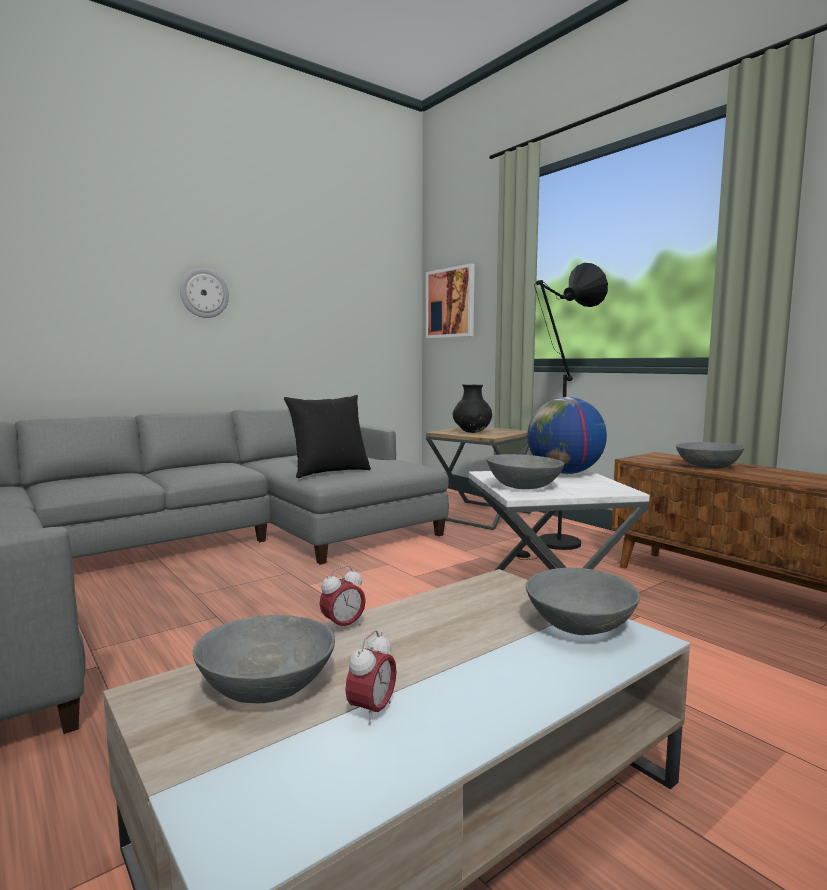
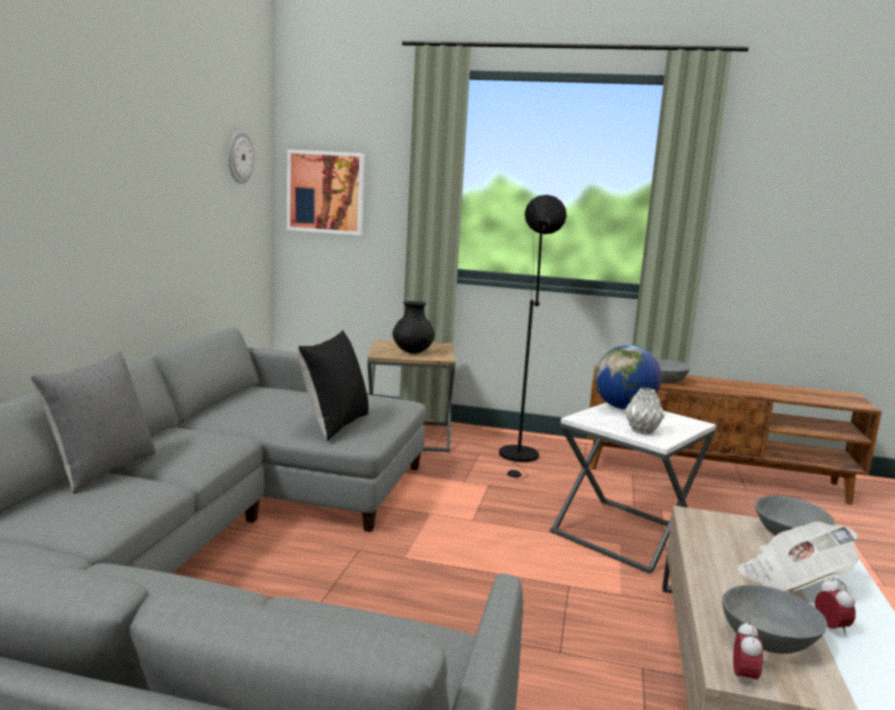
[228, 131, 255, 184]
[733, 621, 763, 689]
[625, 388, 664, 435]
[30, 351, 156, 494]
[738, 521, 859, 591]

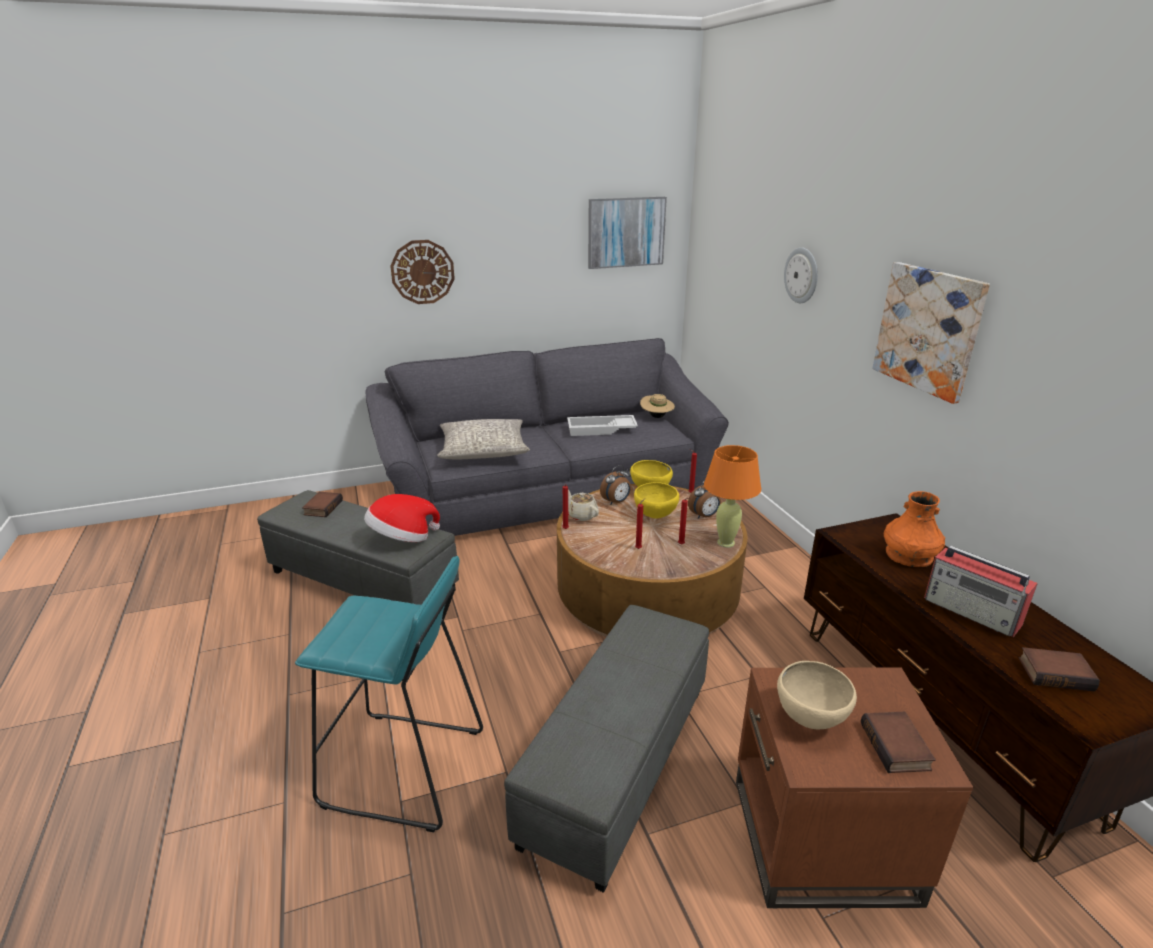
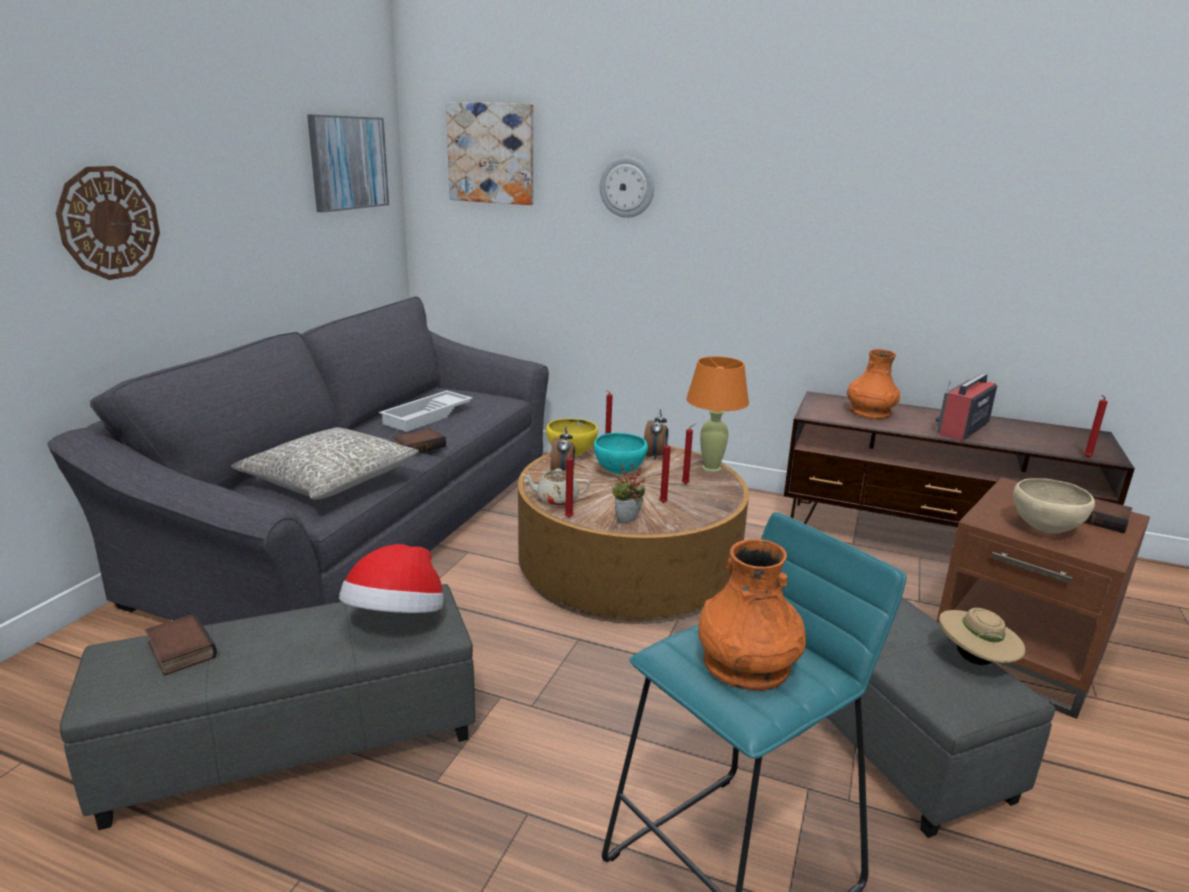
[594, 433, 648, 474]
[939, 608, 1025, 665]
[446, 102, 533, 205]
[936, 373, 997, 441]
[393, 428, 446, 454]
[612, 464, 645, 523]
[698, 539, 806, 691]
[1084, 395, 1108, 457]

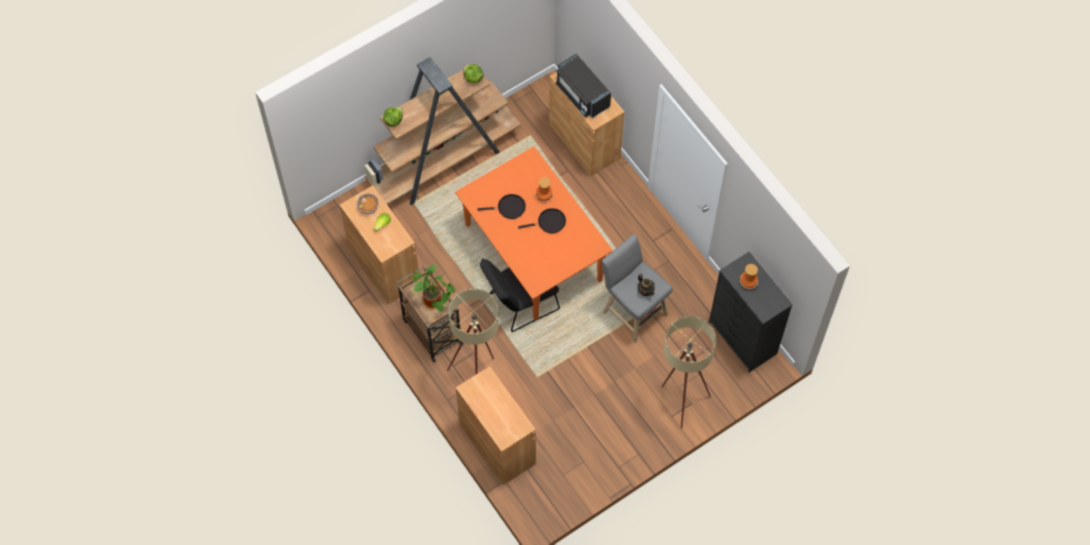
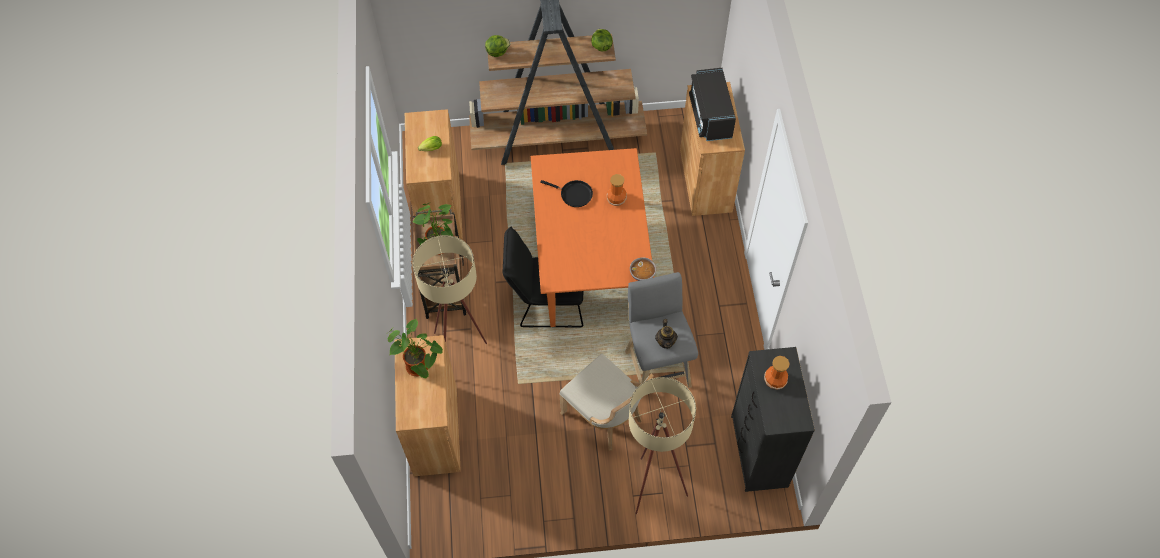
[630, 257, 656, 281]
[518, 208, 566, 233] (first image)
[388, 319, 443, 379]
[559, 354, 654, 451]

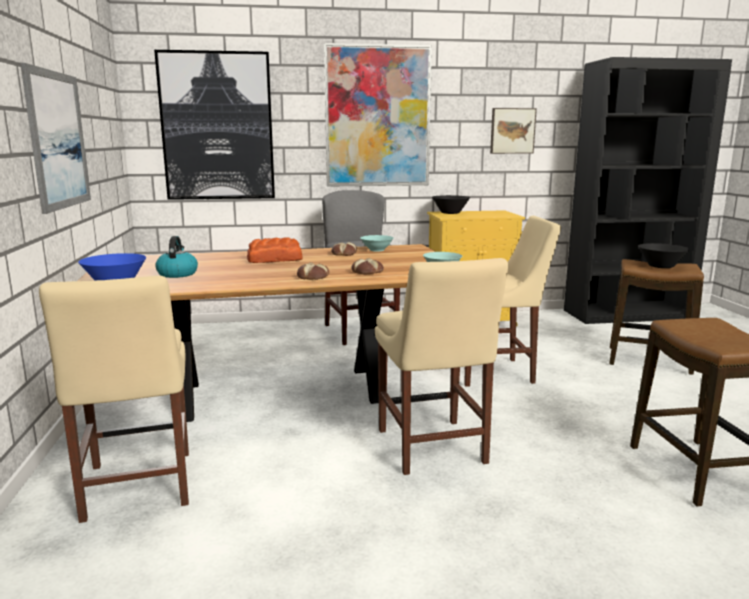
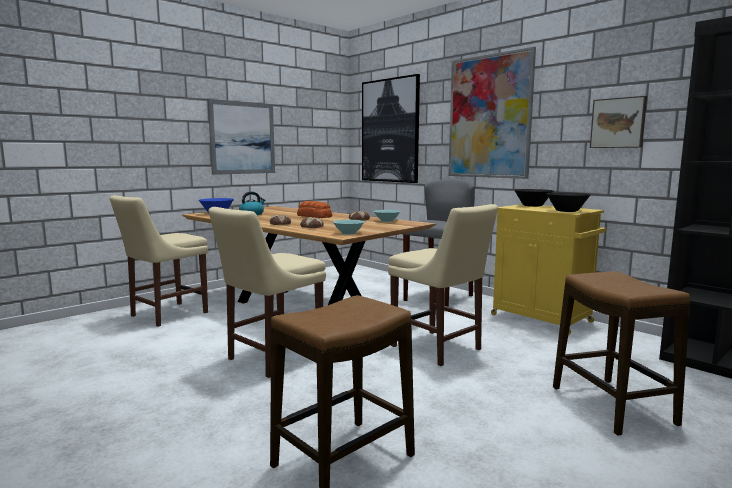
[546, 192, 591, 212]

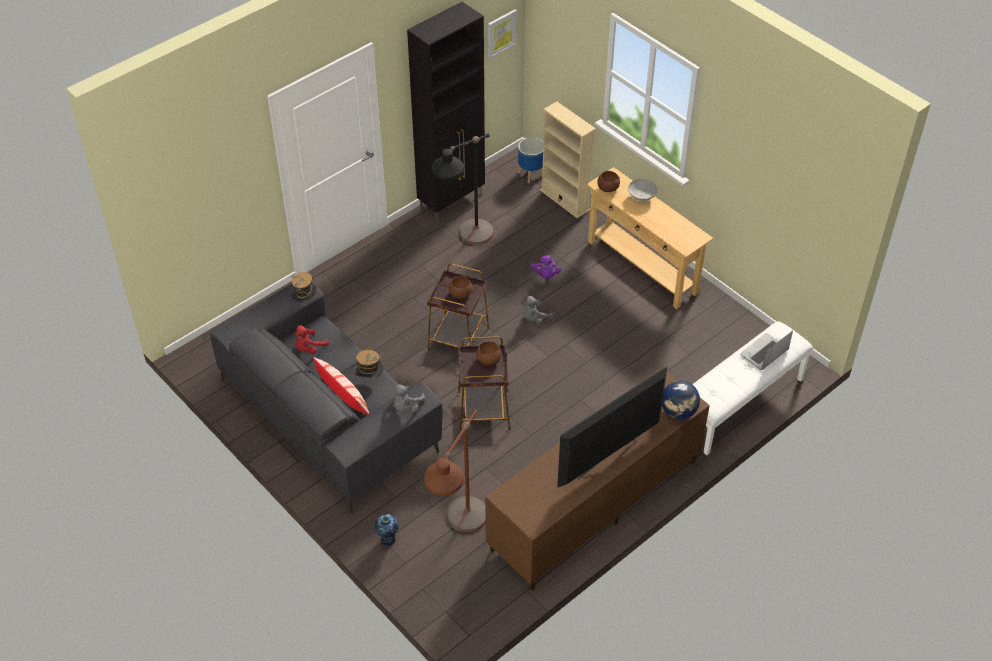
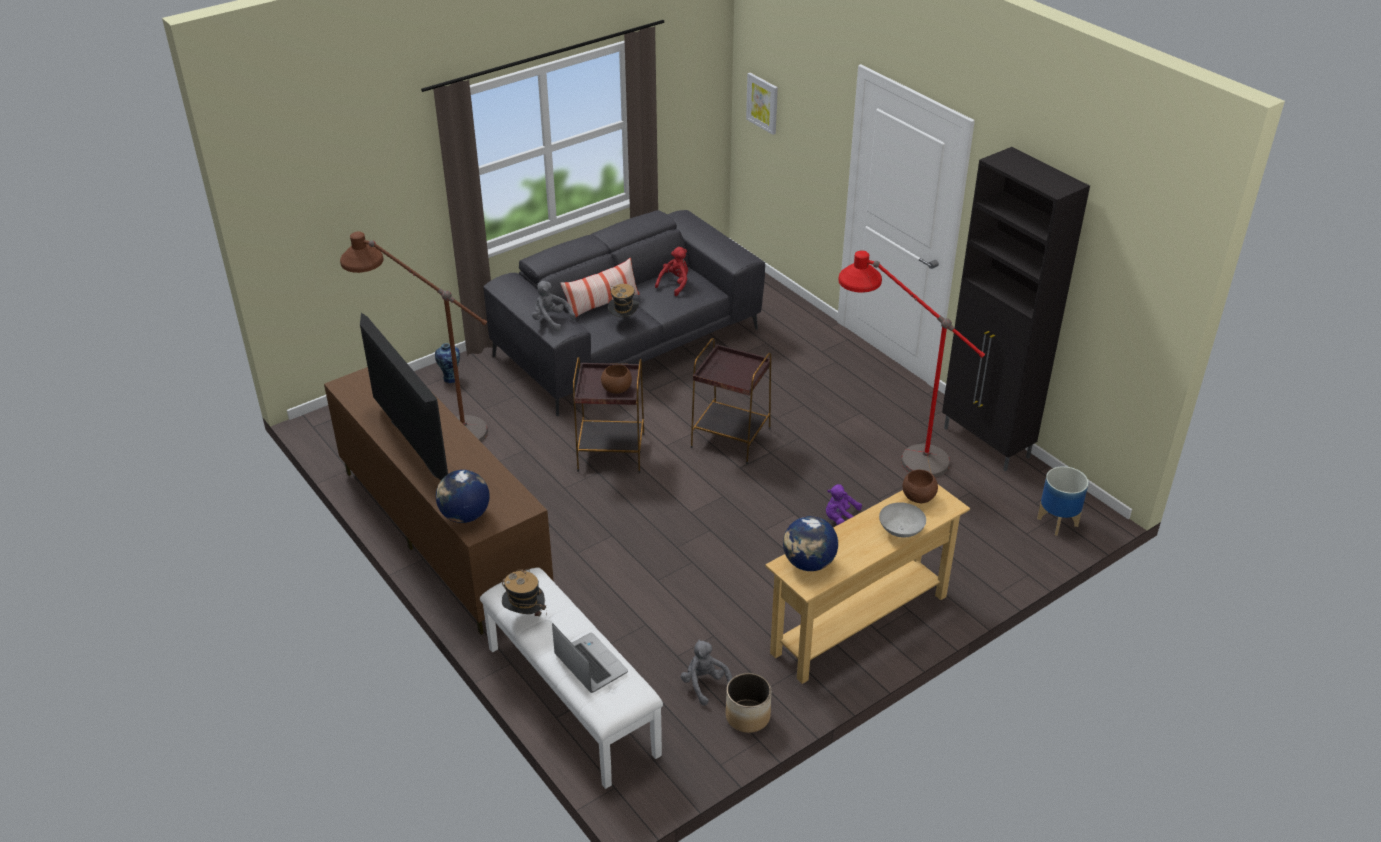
[502, 568, 547, 617]
[655, 247, 688, 296]
[838, 250, 985, 477]
[449, 276, 472, 299] (first image)
[746, 73, 778, 135]
[681, 640, 732, 706]
[541, 101, 596, 218] (first image)
[726, 673, 771, 733]
[783, 516, 838, 571]

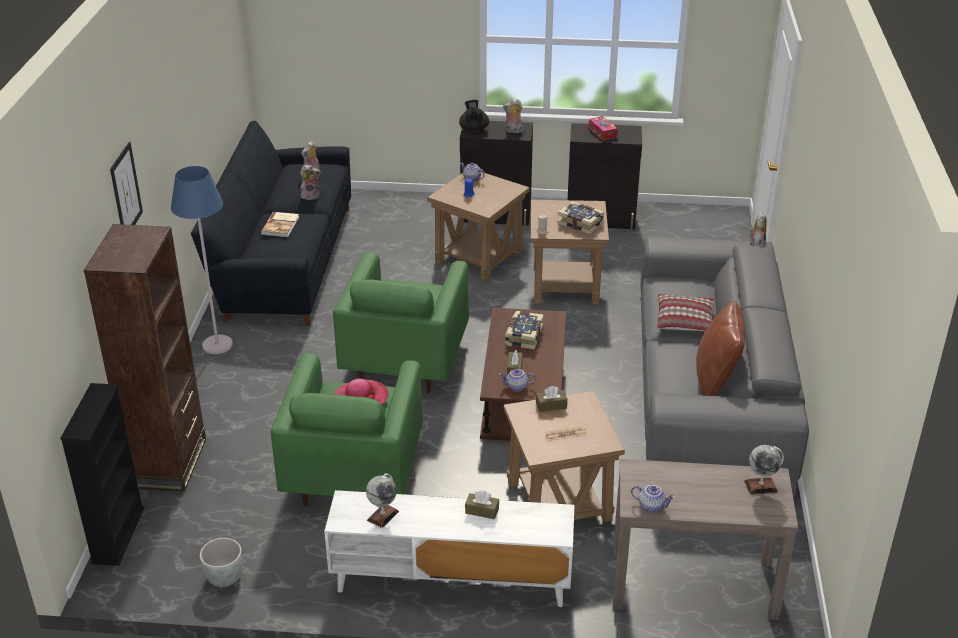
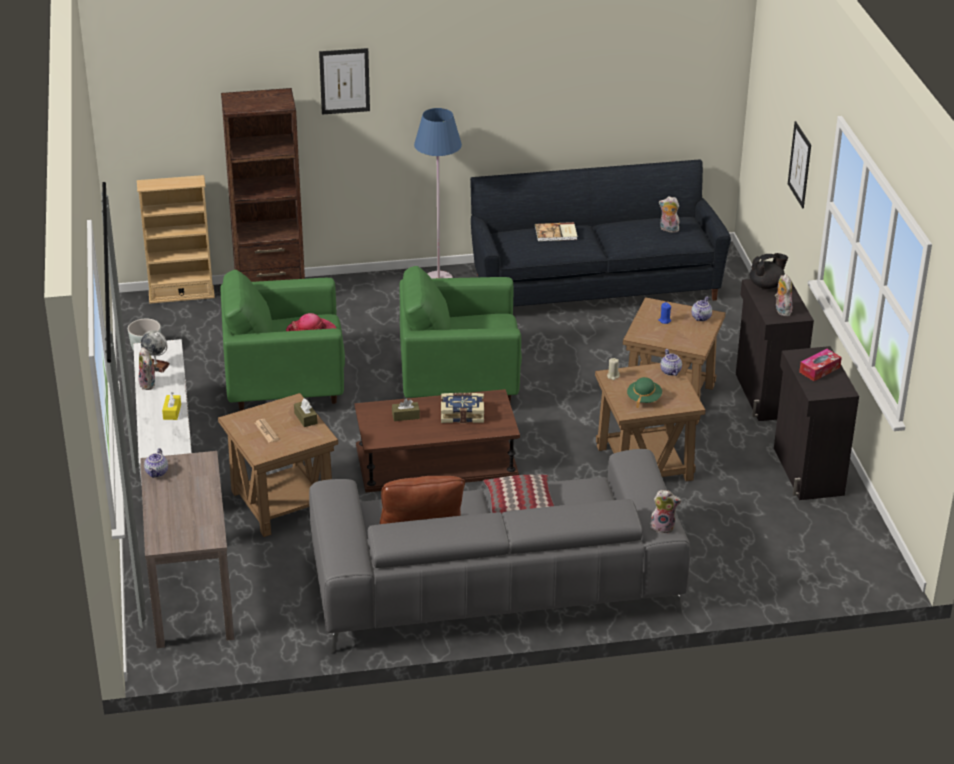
[137, 175, 215, 304]
[138, 347, 157, 390]
[162, 392, 181, 420]
[660, 349, 682, 376]
[627, 377, 662, 408]
[744, 445, 784, 494] (first image)
[788, 121, 811, 208]

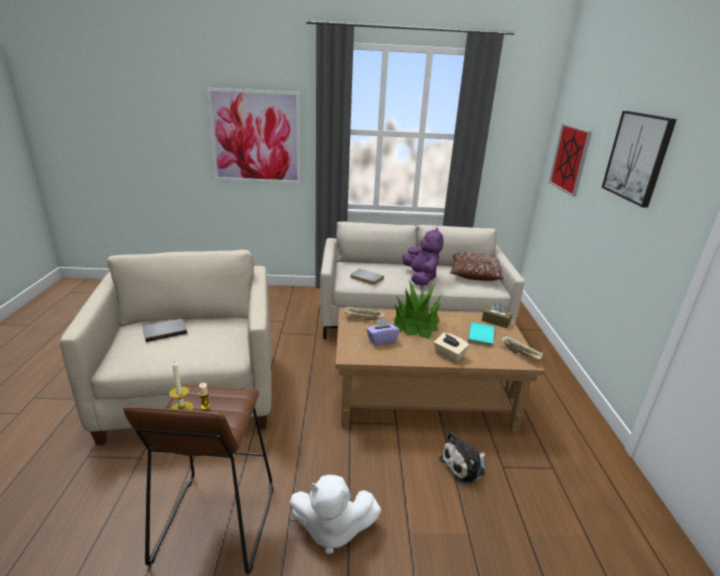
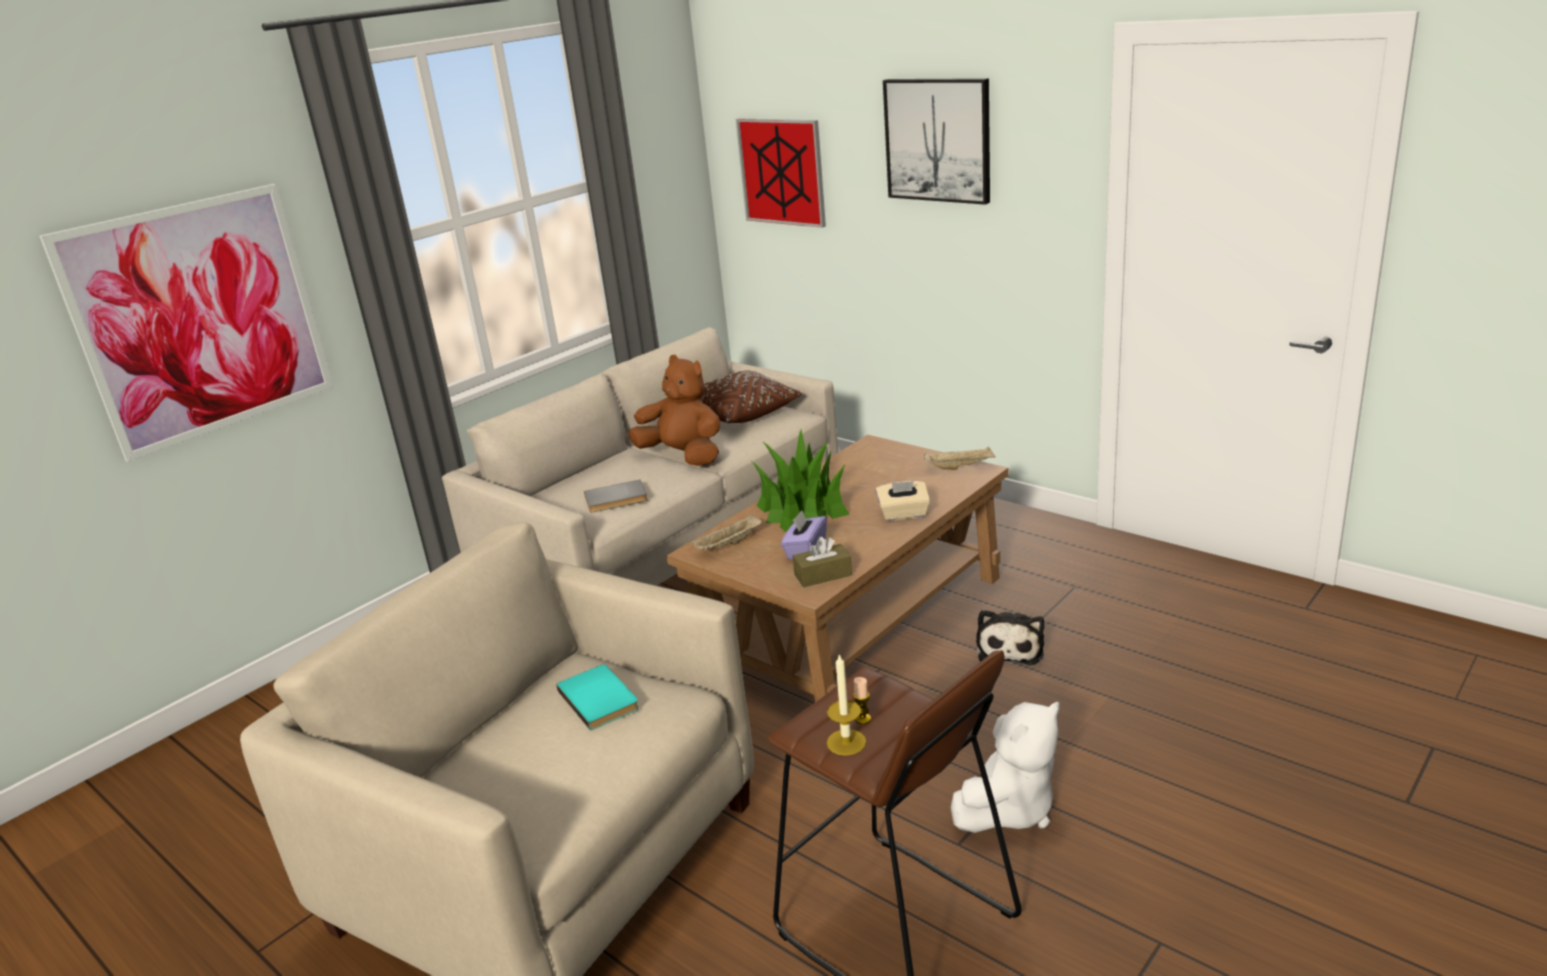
[142, 319, 187, 342] (first image)
[628, 355, 720, 466]
[556, 664, 639, 731]
[793, 537, 852, 587]

